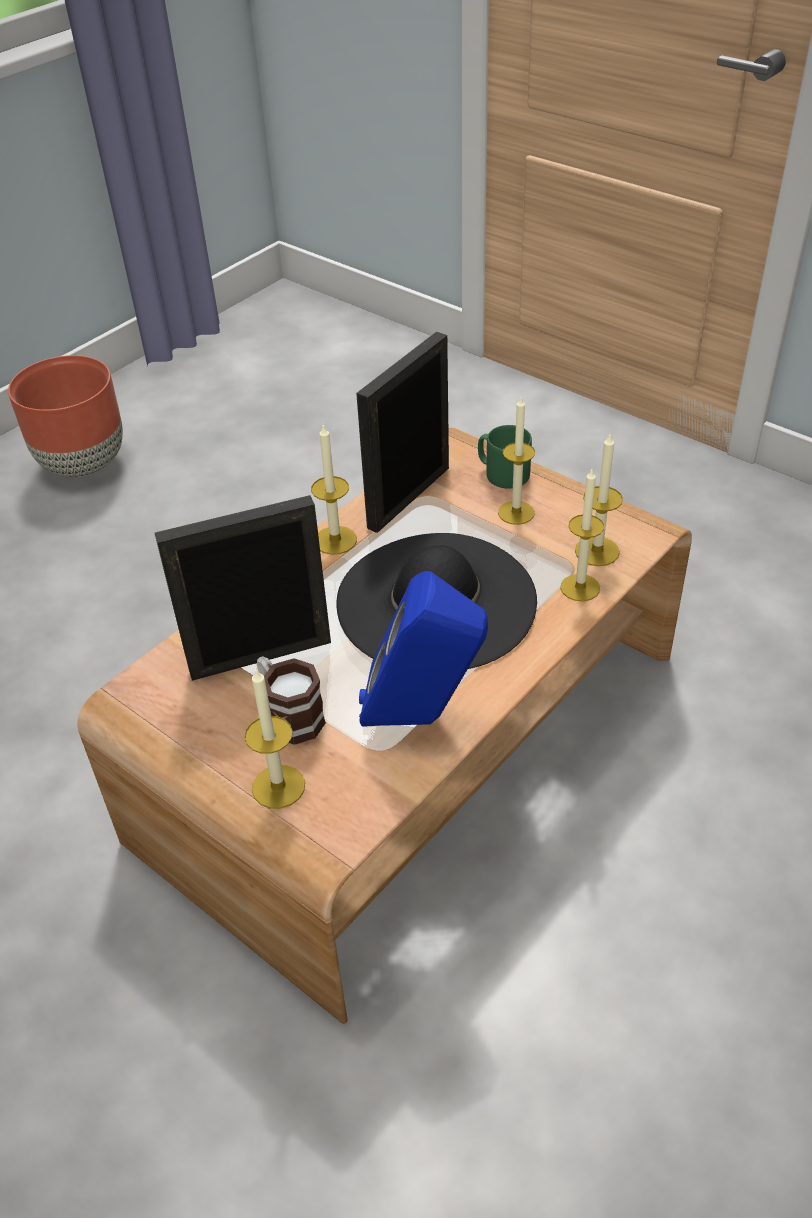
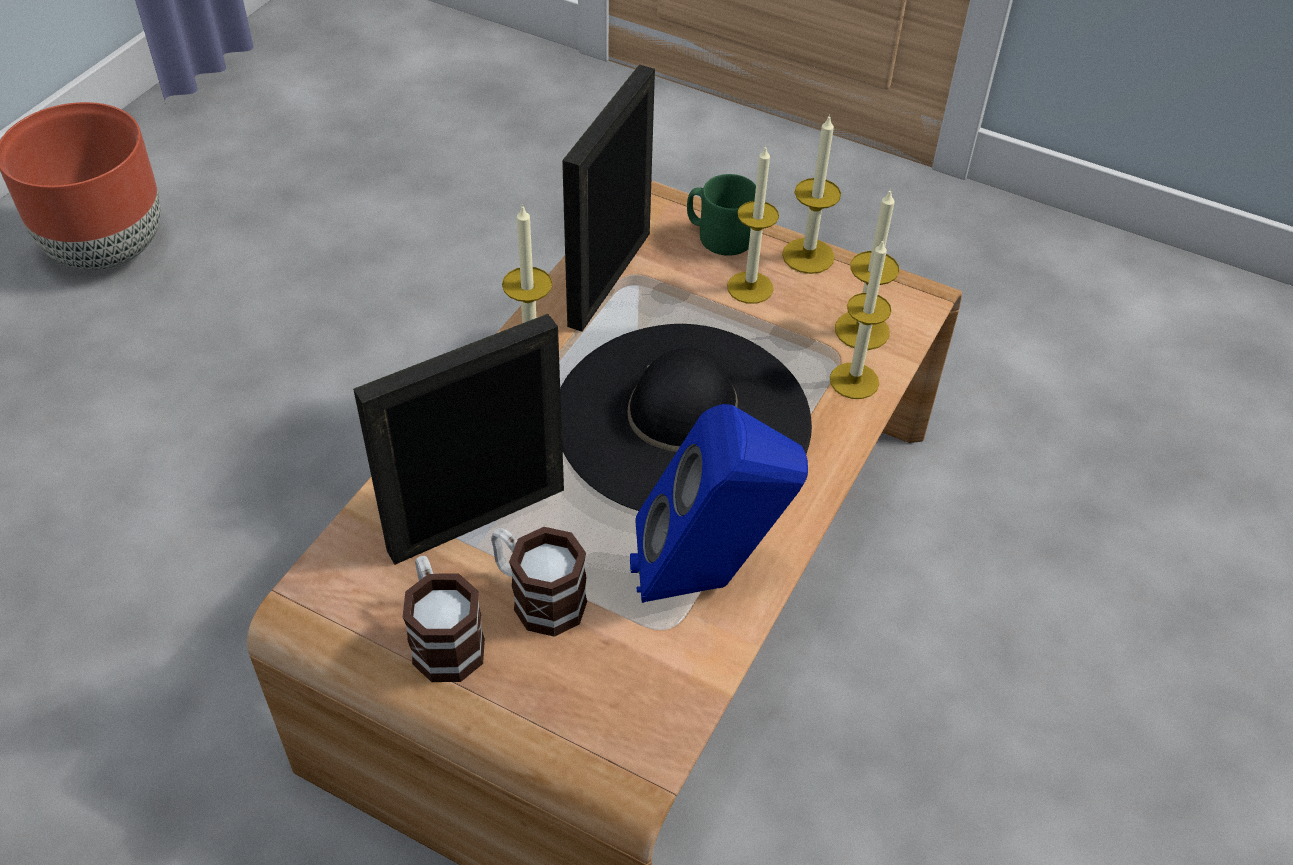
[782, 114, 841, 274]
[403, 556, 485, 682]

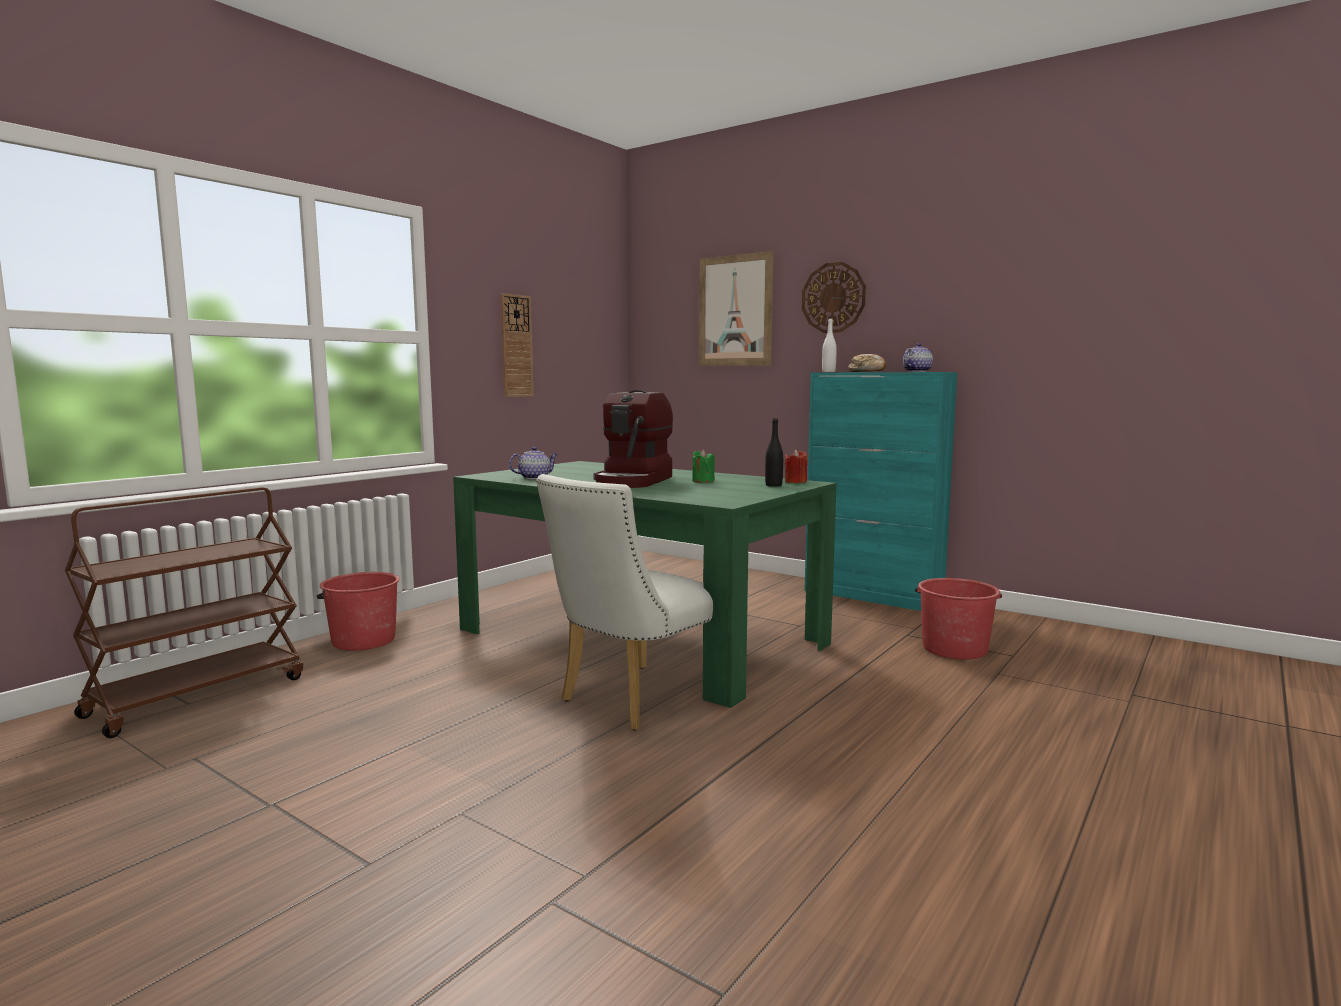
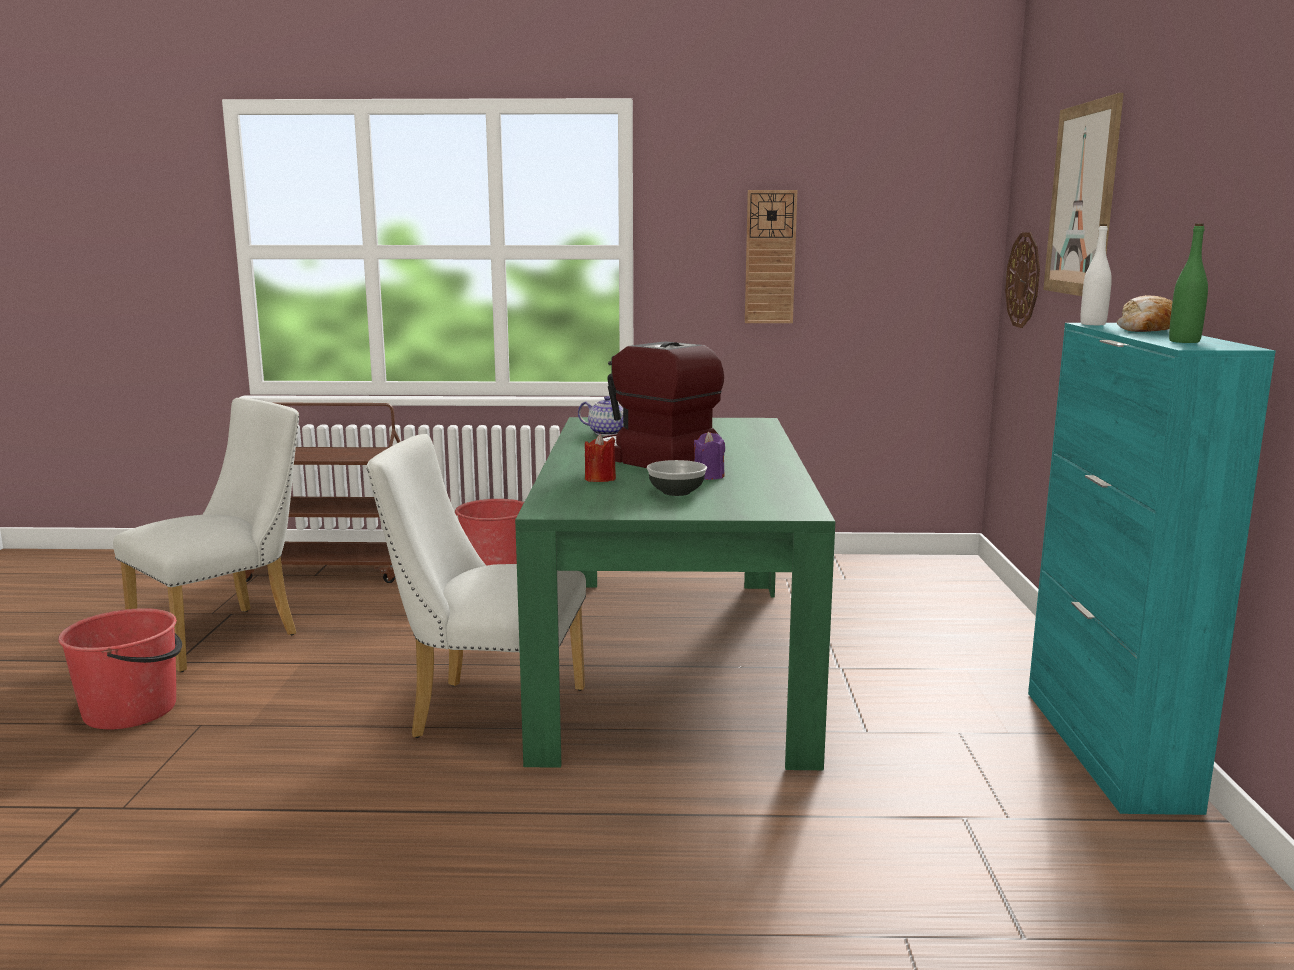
[602, 341, 724, 468]
[694, 432, 725, 480]
[765, 418, 783, 487] (first image)
[585, 434, 616, 482]
[1005, 232, 1040, 328]
[1169, 224, 1208, 343]
[58, 608, 182, 729]
[113, 398, 299, 672]
[647, 460, 707, 496]

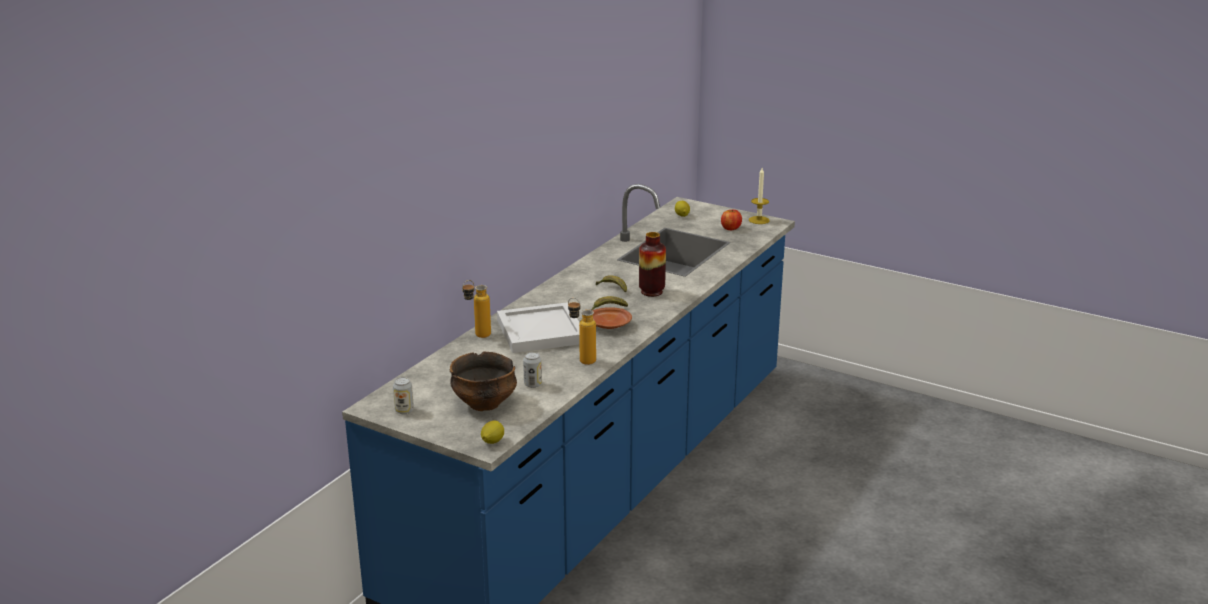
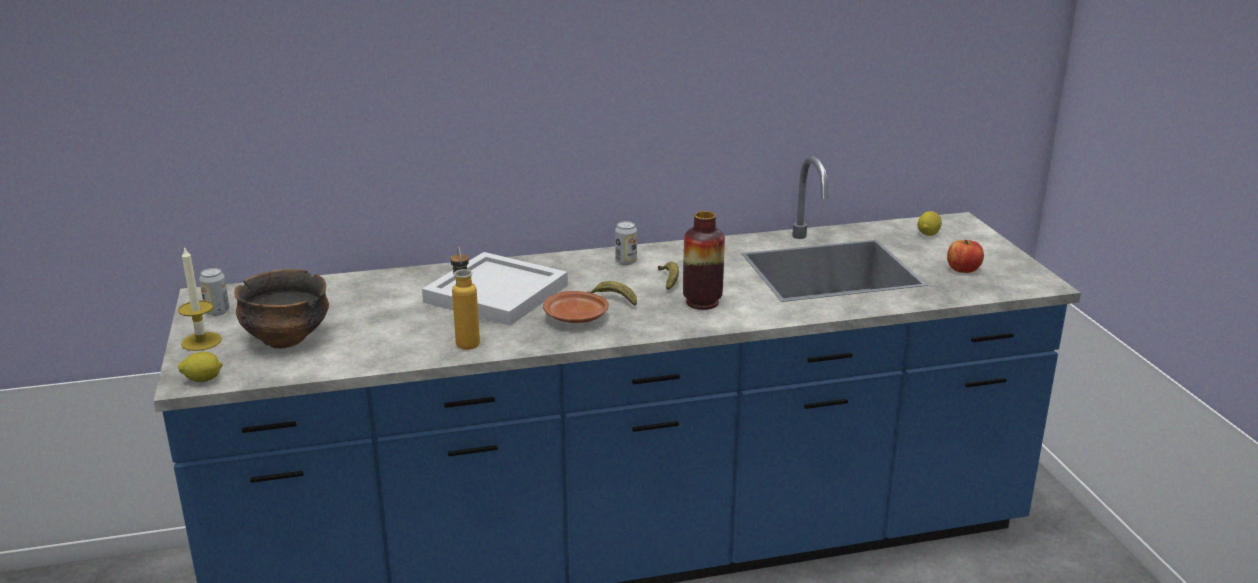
[462, 280, 491, 338] (first image)
[615, 221, 637, 265]
[178, 246, 222, 351]

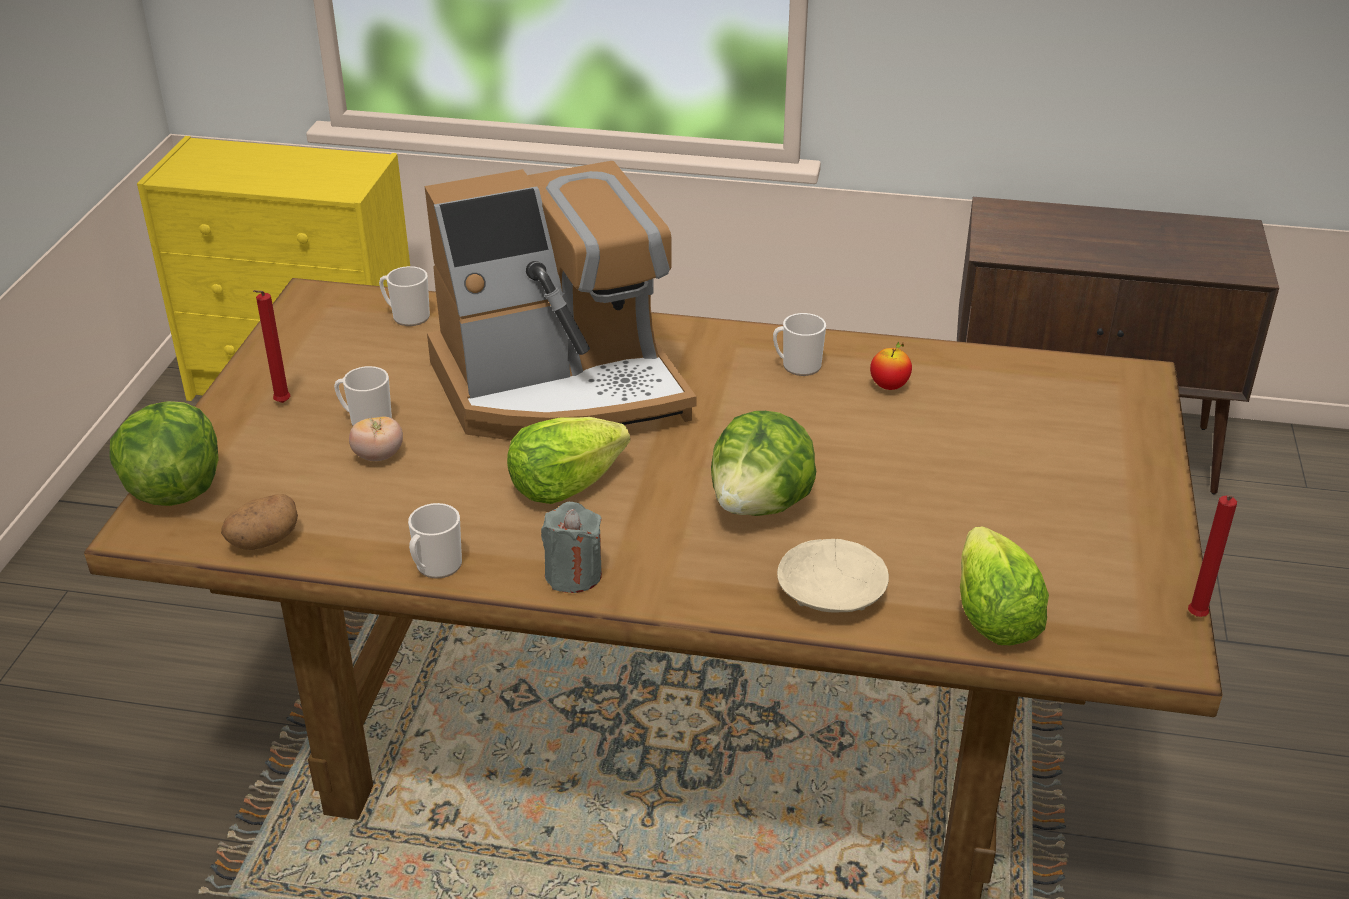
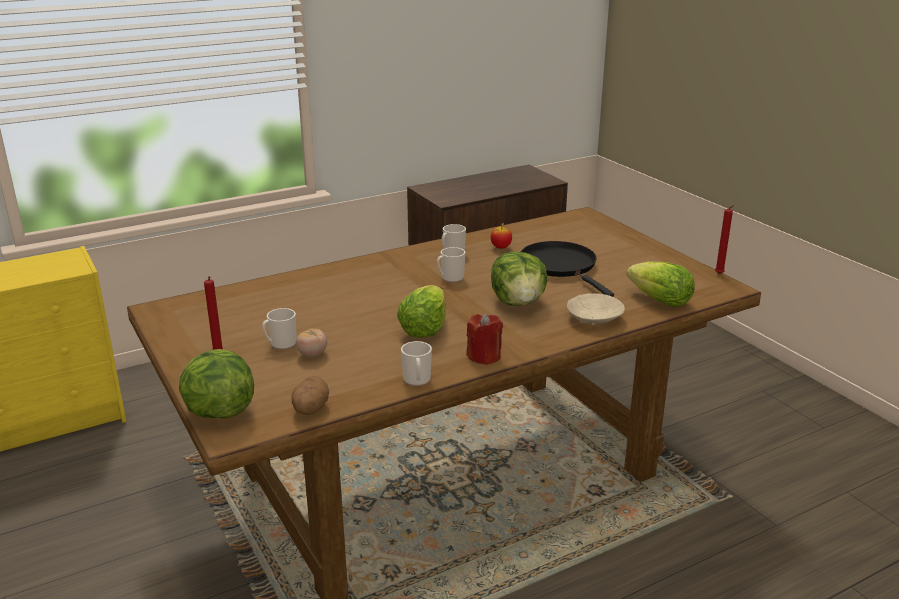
[437, 247, 465, 283]
[425, 161, 696, 440] (first image)
[466, 313, 503, 365]
[521, 241, 614, 297]

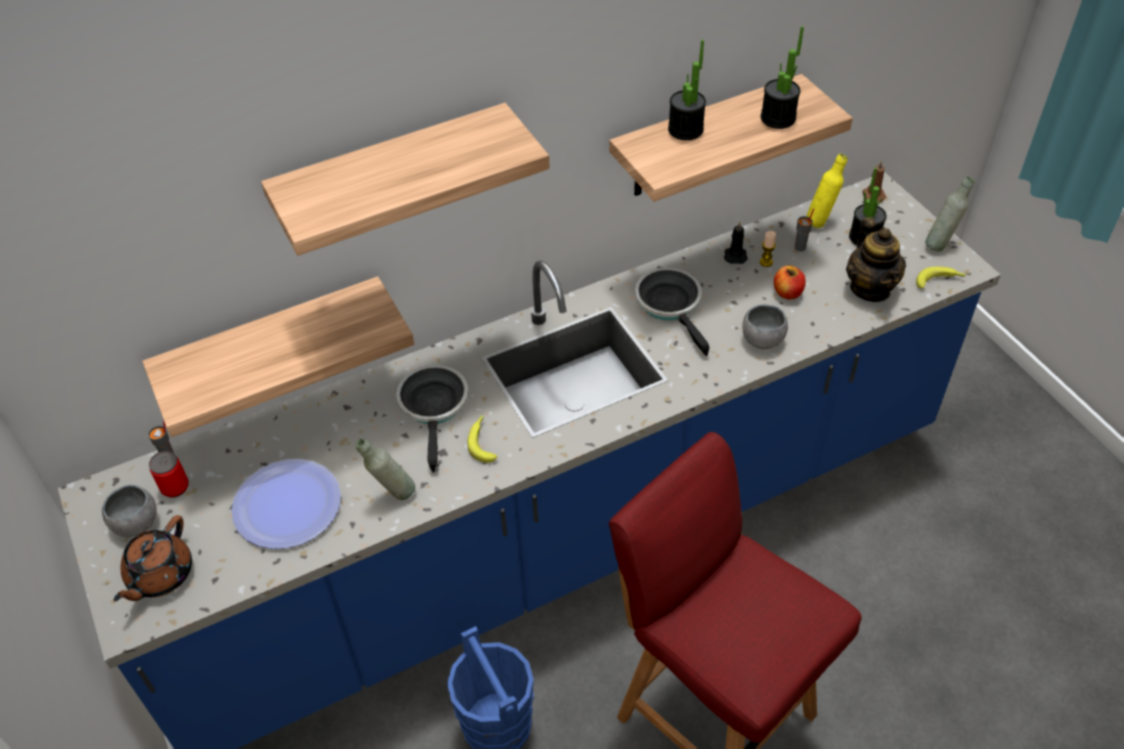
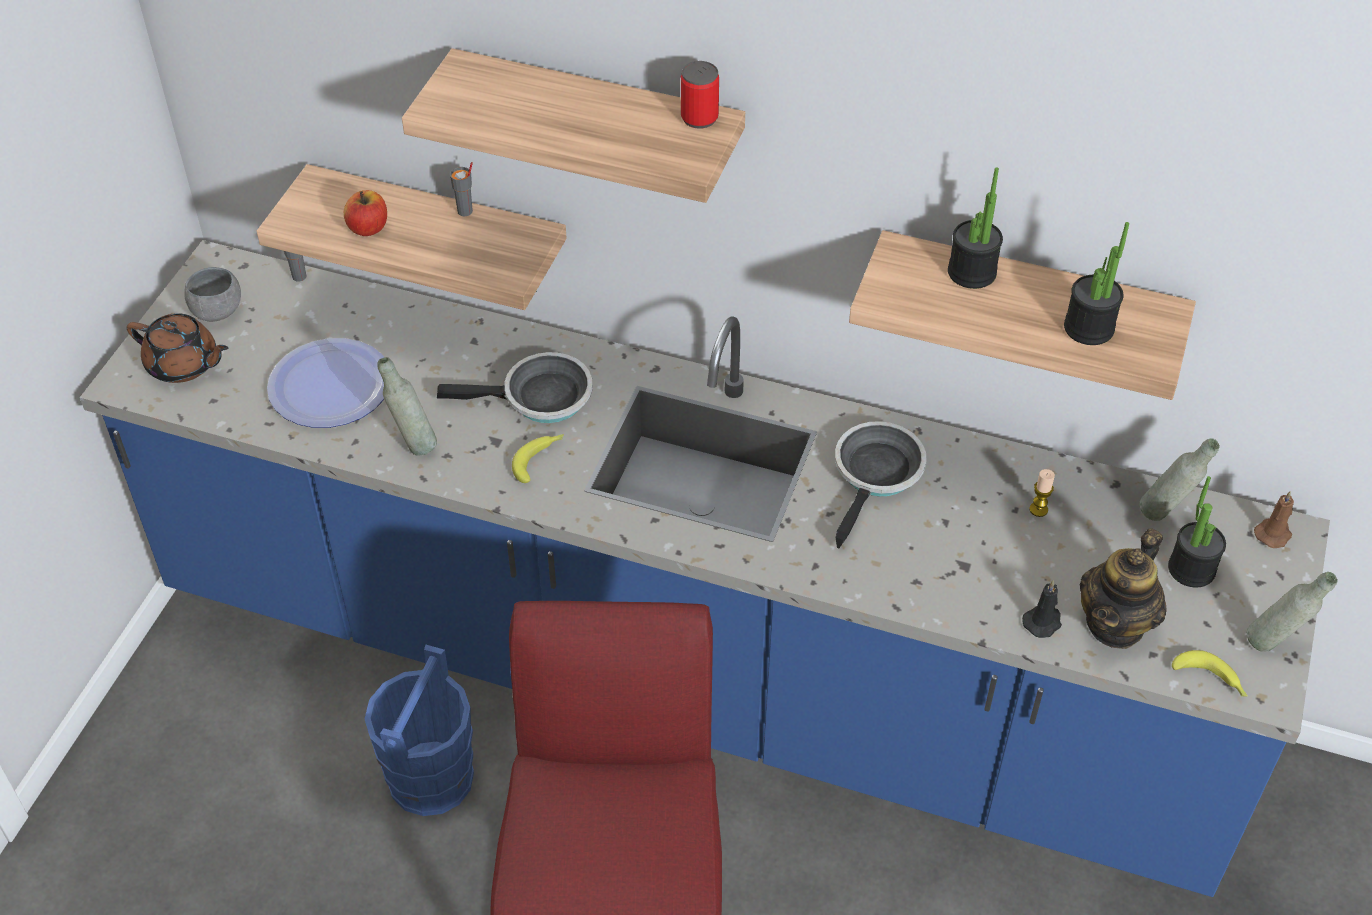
[127, 313, 229, 383]
[681, 61, 719, 129]
[437, 352, 592, 423]
[1022, 580, 1062, 638]
[742, 304, 788, 349] (first image)
[344, 190, 387, 236]
[450, 162, 473, 216]
[1139, 438, 1220, 521]

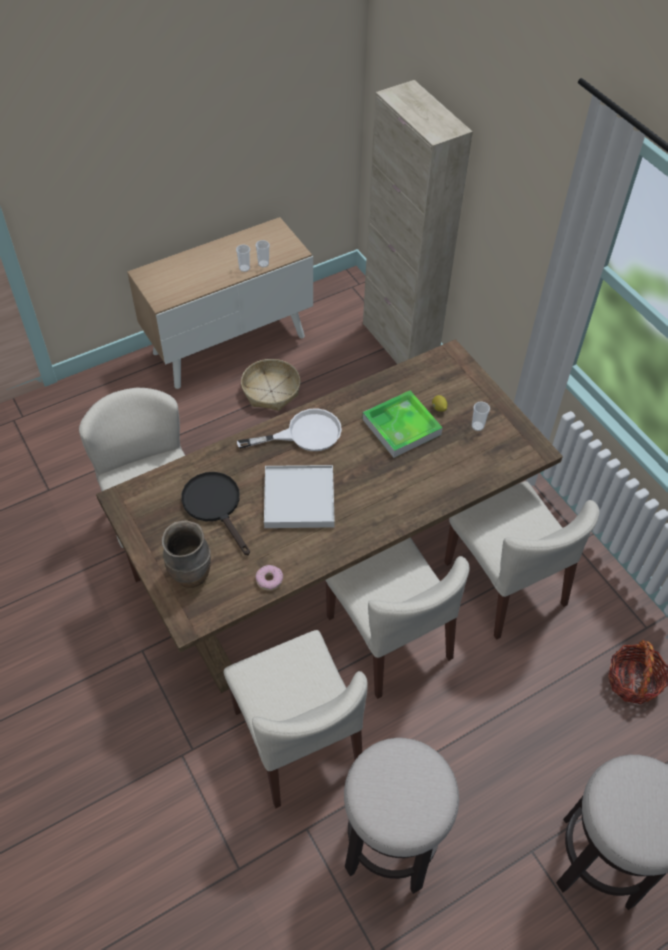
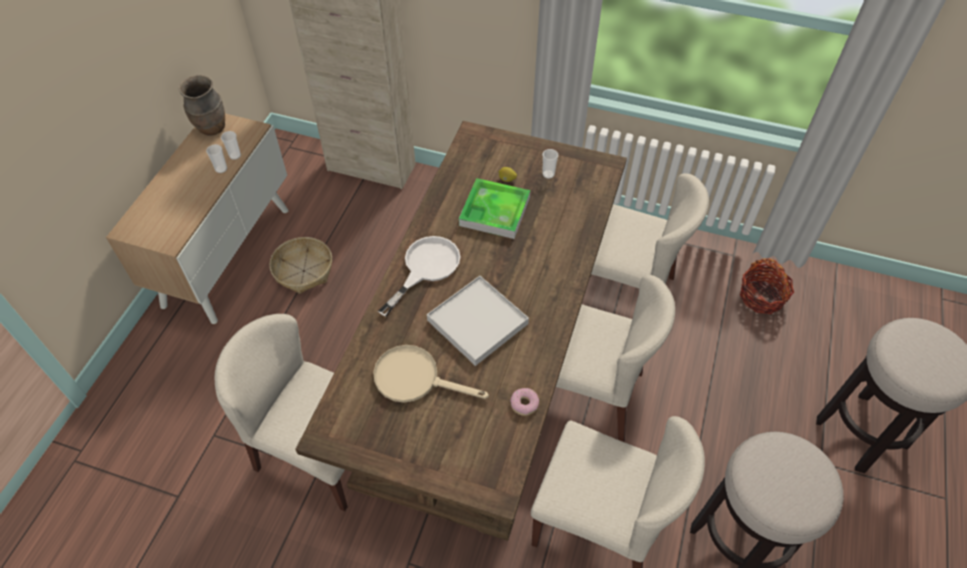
[179, 75, 225, 136]
[373, 345, 489, 402]

